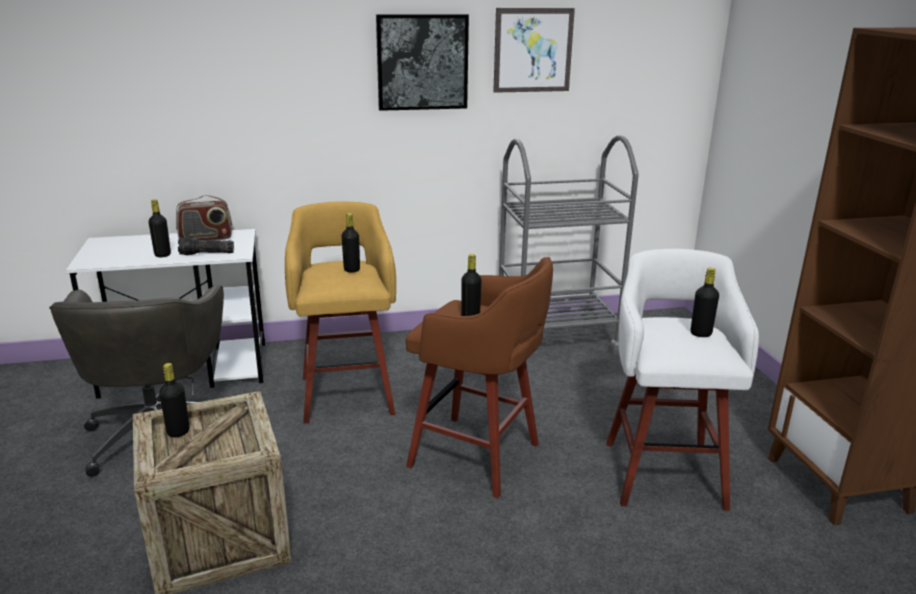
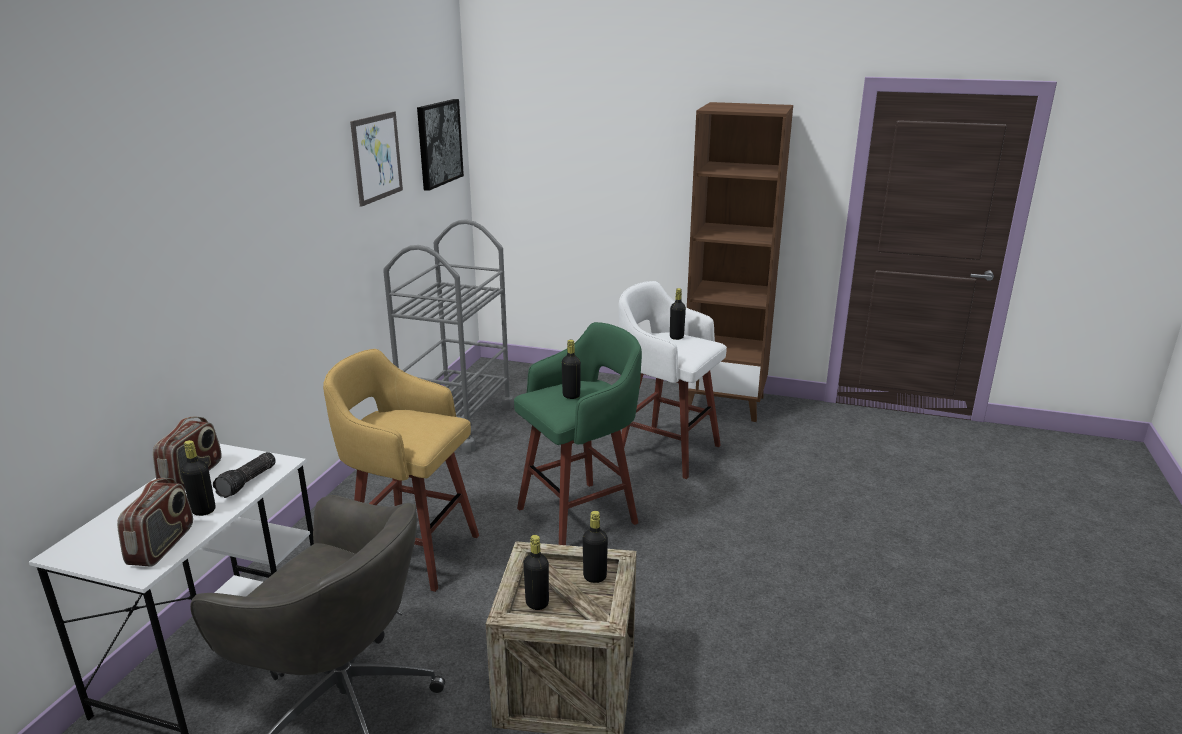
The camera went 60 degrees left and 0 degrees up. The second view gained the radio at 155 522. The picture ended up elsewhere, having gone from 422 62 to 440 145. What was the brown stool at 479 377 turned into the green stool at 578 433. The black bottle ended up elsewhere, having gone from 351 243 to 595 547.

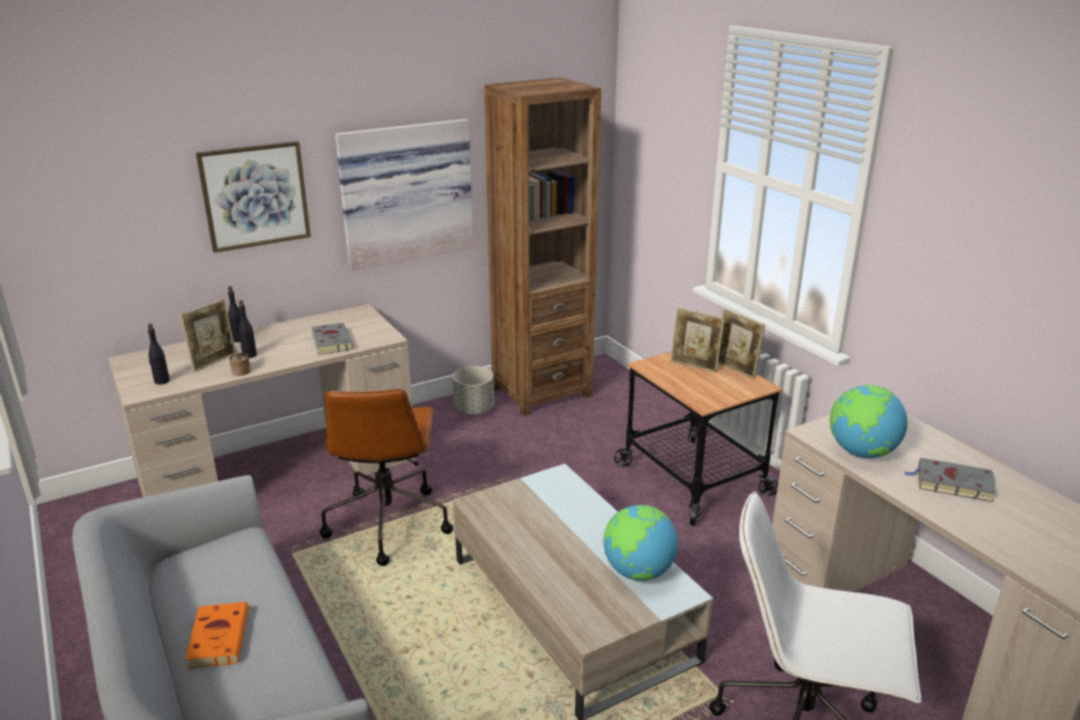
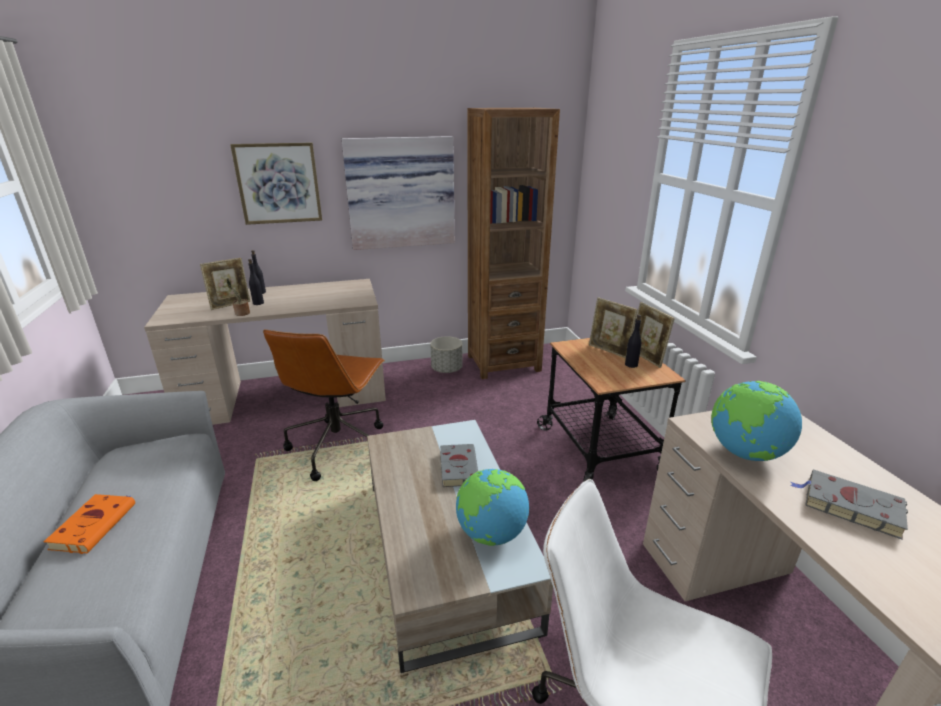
The camera went 15 degrees right and 0 degrees up. The grey book ended up elsewhere, having gone from 332 339 to 459 465. The black bottle ended up elsewhere, having gone from 159 354 to 633 341.

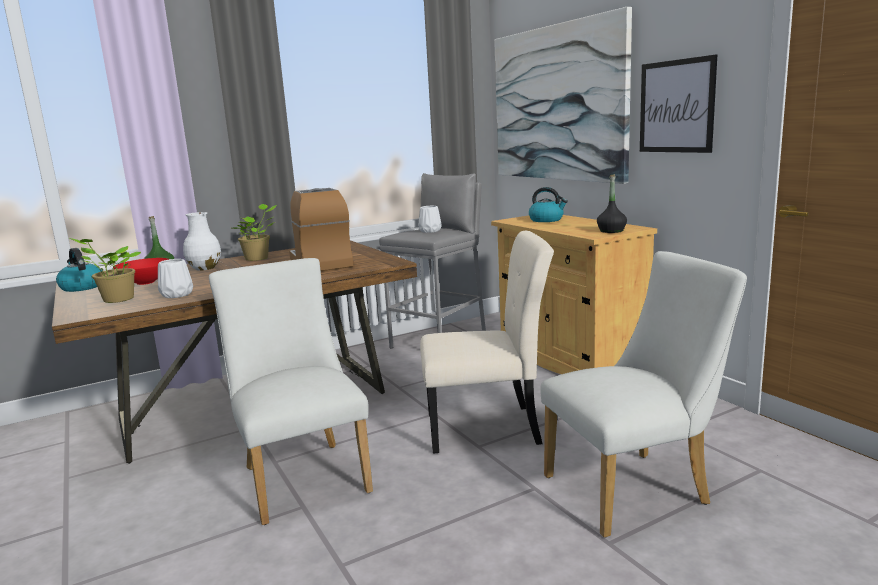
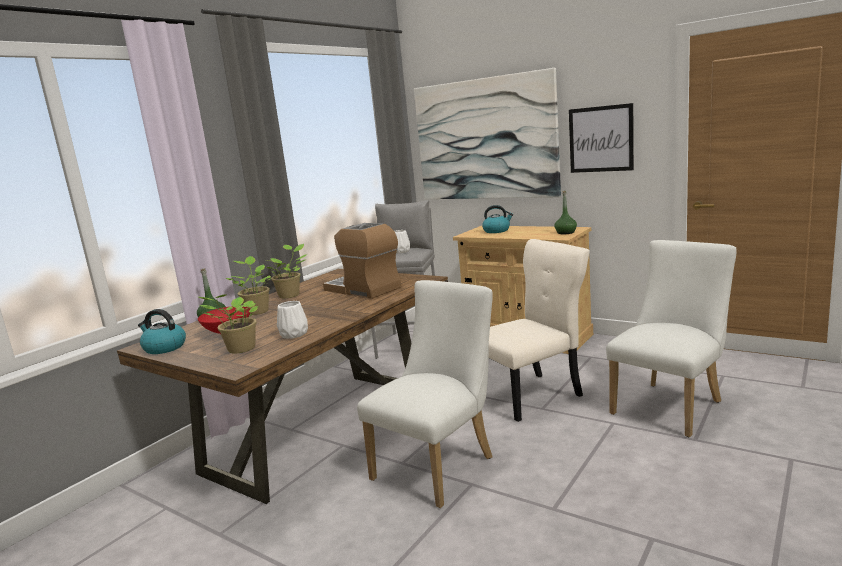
The camera went 25 degrees left and 0 degrees up. Where the white vase stood at 202 241, the potted plant came to stand at 249 285. The white chair at 291 391 ended up facing another way, 90 degrees clockwise from before. What was the black bottle at 612 203 turned into the green bottle at 565 212.

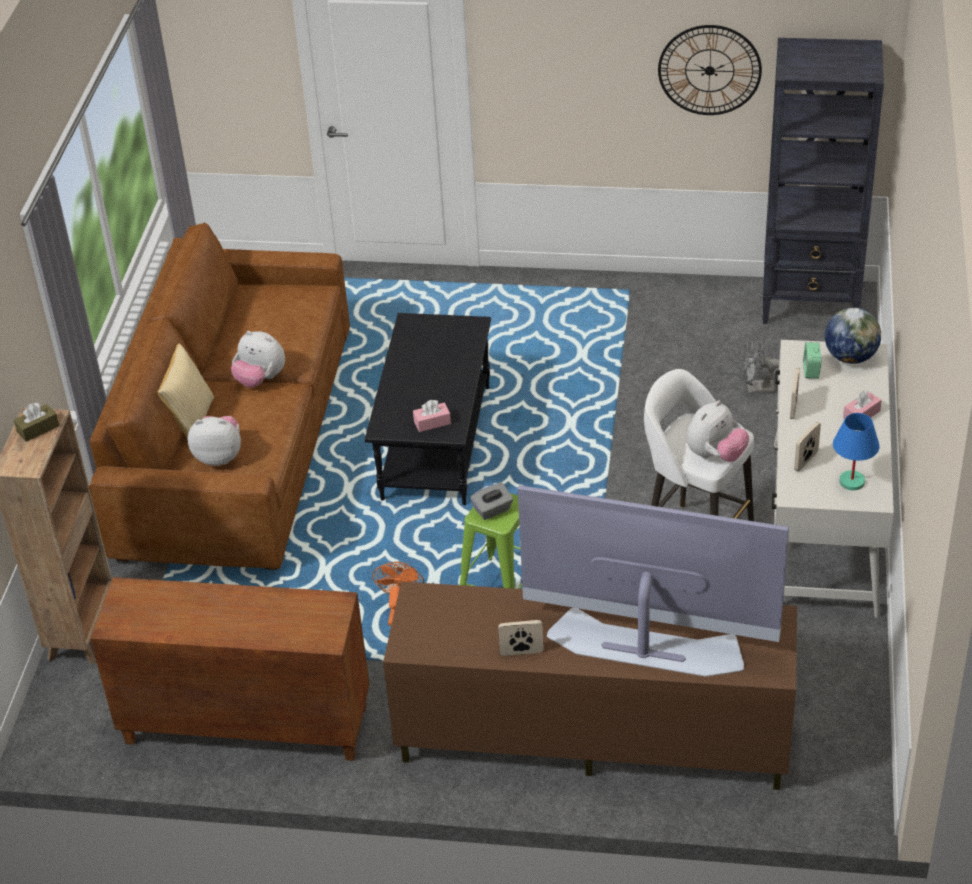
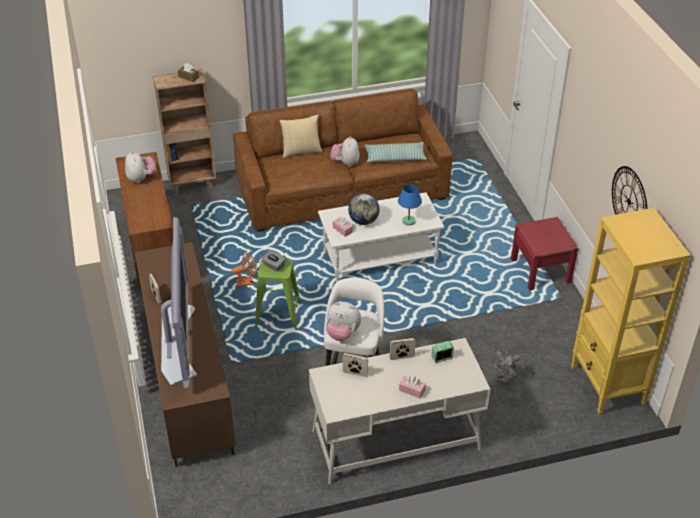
The camera went 65 degrees right and 0 degrees up. The plush toy ended up elsewhere, having gone from 214 441 to 141 166. What was the black coffee table at 428 409 turned into the white coffee table at 381 237. The globe ended up elsewhere, having gone from 853 336 to 364 209. The second view gained the pillow at 395 152. The blue table lamp ended up elsewhere, having gone from 856 451 to 410 205. The grey fan at 759 366 ended up facing another way, 105 degrees counterclockwise from before. The second view gained the red nightstand at 544 254. What was the black bookcase at 823 181 turned into the yellow bookcase at 631 311.

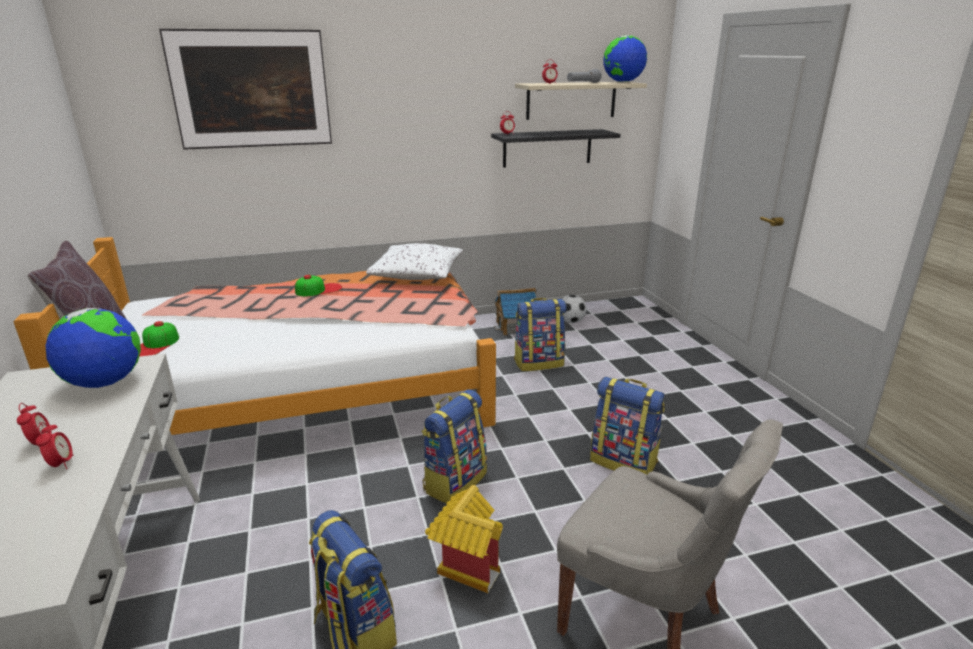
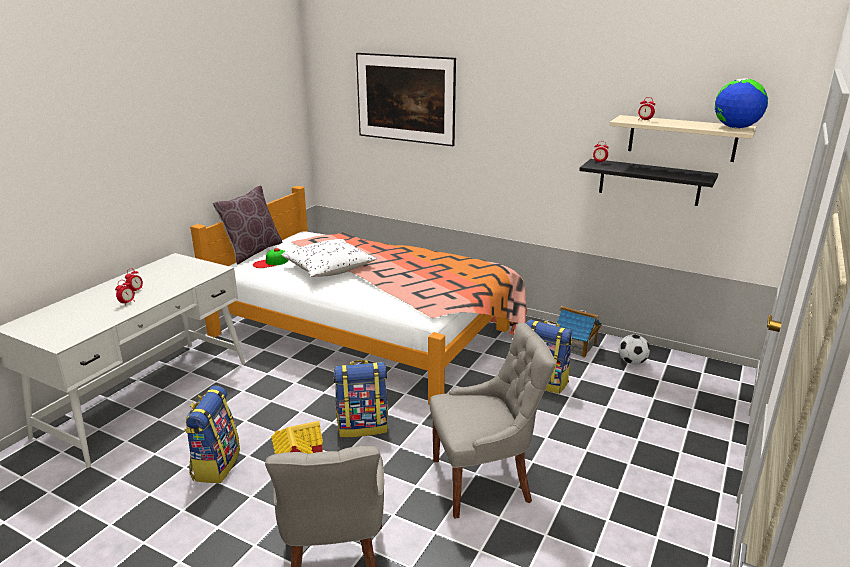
The camera went 45 degrees right and 0 degrees up. The white pillow ended up elsewhere, having gone from 414 261 to 329 258. Where the backpack stood at 627 425, the grey chair came to stand at 493 421. The second view lost the globe at 93 348. The second view lost the cap at 318 285. The second view lost the grey flashlight at 584 76.

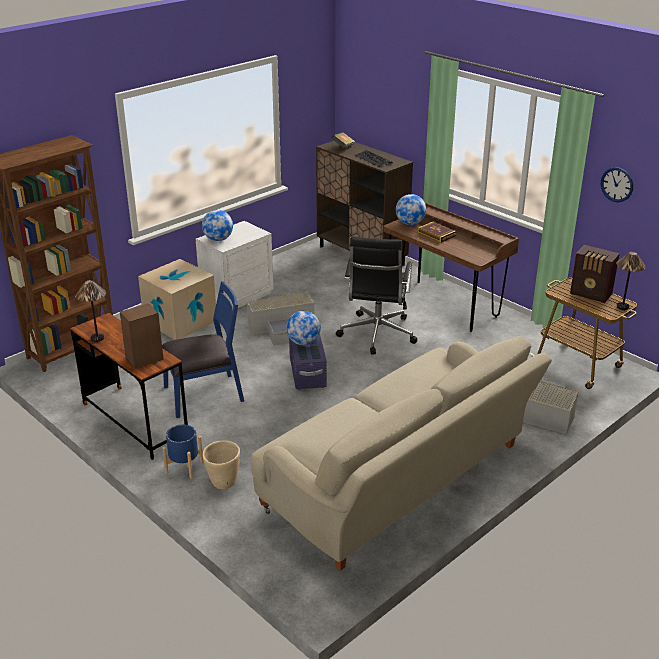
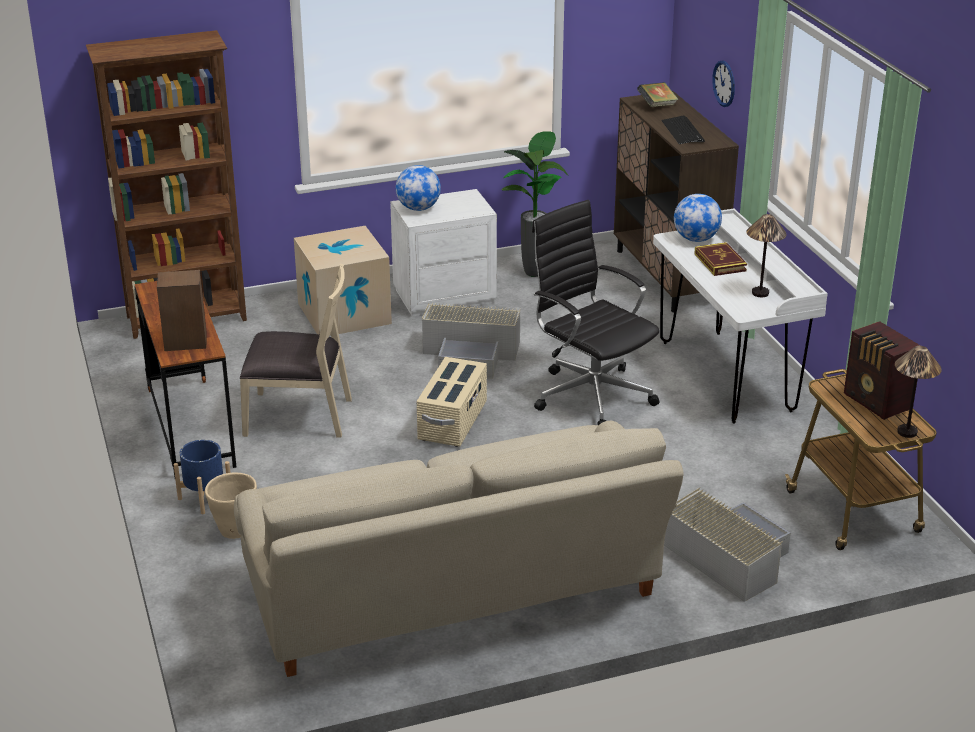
The camera went 25 degrees right and 0 degrees up. What was the blue chair at 203 349 turned into the beige chair at 296 350. What was the purple storage box at 308 362 turned into the beige storage box at 452 402. The second view gained the potted plant at 534 204. The black office chair at 376 295 ended up facing another way, 105 degrees clockwise from before. What was the brown desk at 451 267 turned into the white desk at 740 316. The wall clock ended up elsewhere, having gone from 617 184 to 723 83. The table lamp ended up elsewhere, having gone from 90 311 to 766 255. The second view lost the globe at 303 328.

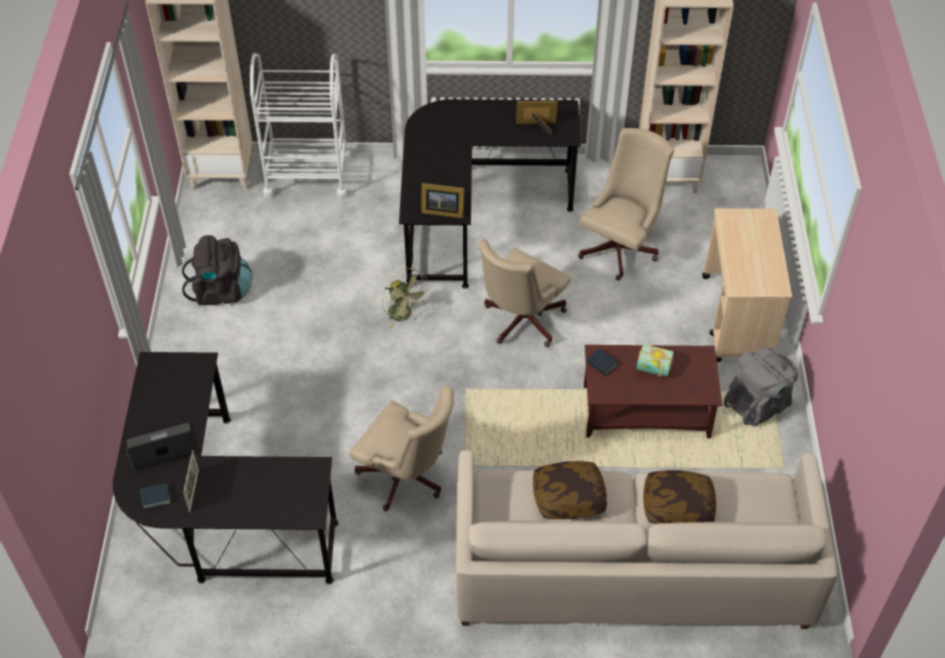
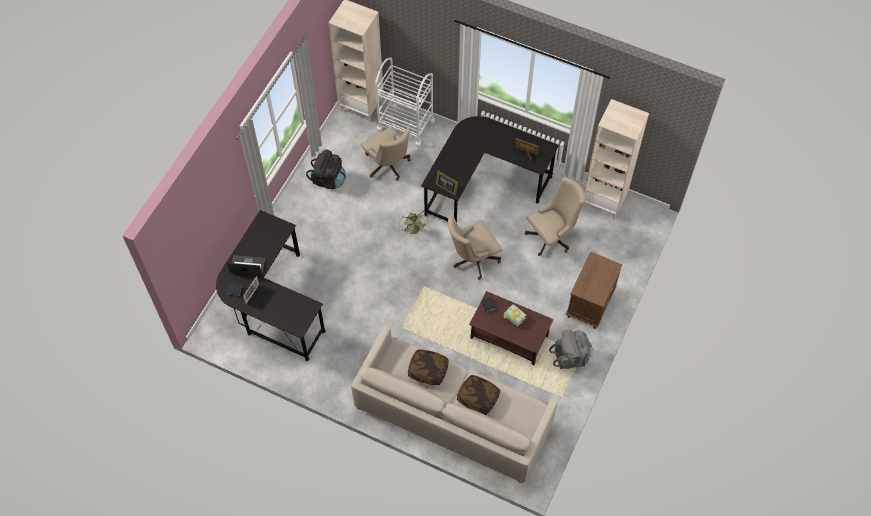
The camera went 25 degrees right and 10 degrees up. The beige office chair ended up elsewhere, having gone from 401 448 to 386 153. Where the beige cart stood at 747 285, the brown nightstand came to stand at 594 290.

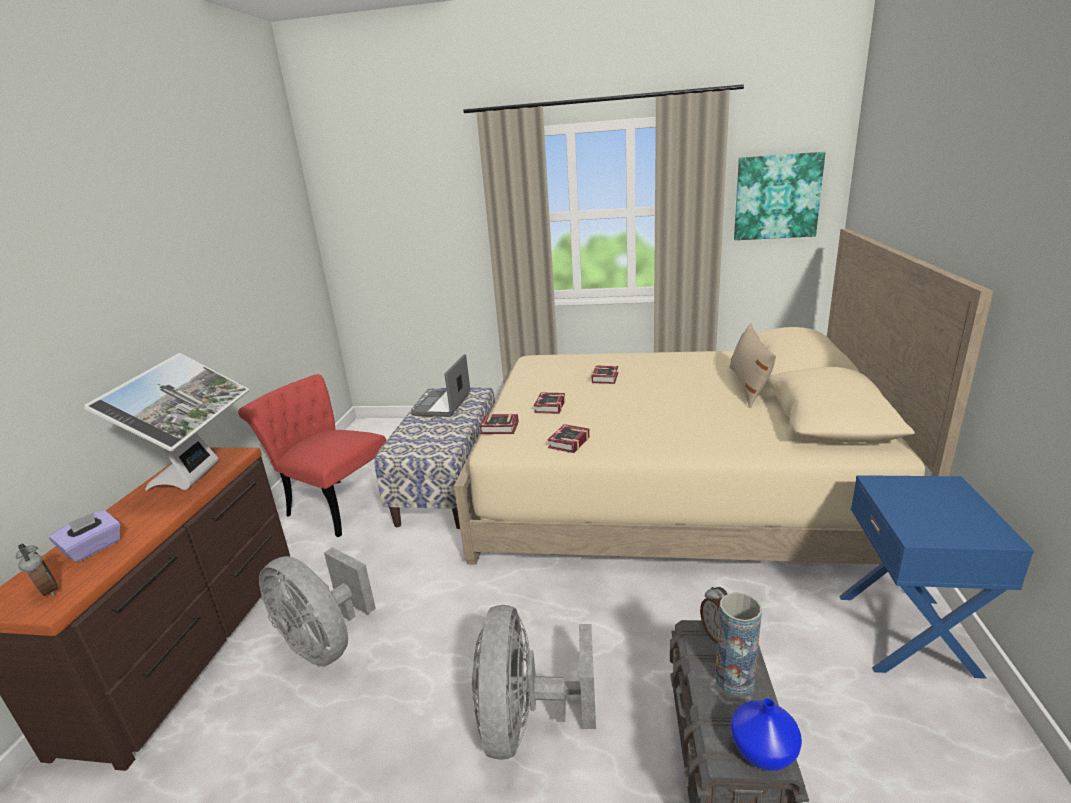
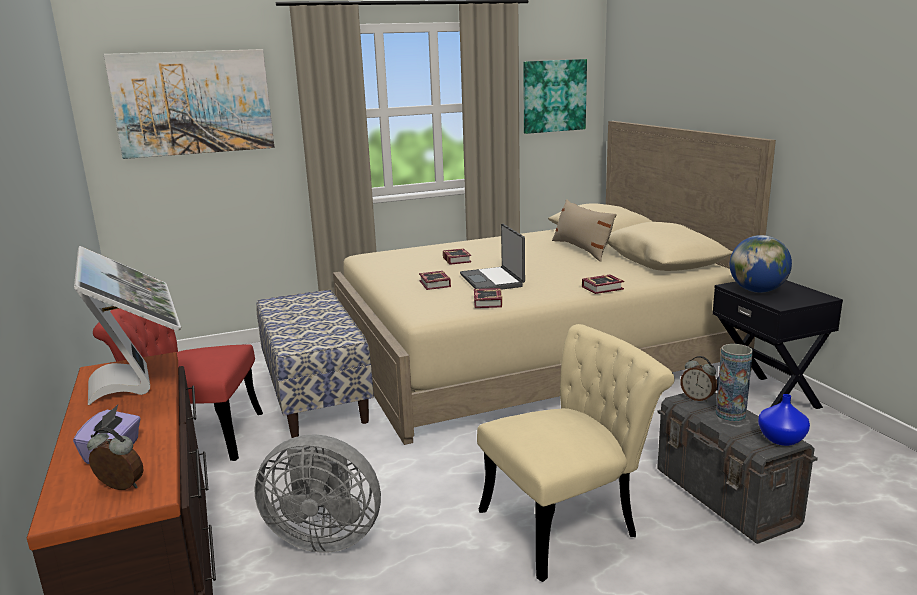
The camera went 30 degrees left and 5 degrees down. The second view gained the picture at 189 104. The laptop ended up elsewhere, having gone from 441 385 to 492 257. Where the grey fan stood at 534 682, the beige chair came to stand at 576 453. The book ended up elsewhere, having gone from 499 424 to 603 284. What was the blue nightstand at 936 577 turned into the black nightstand at 777 344. The second view gained the globe at 761 264.

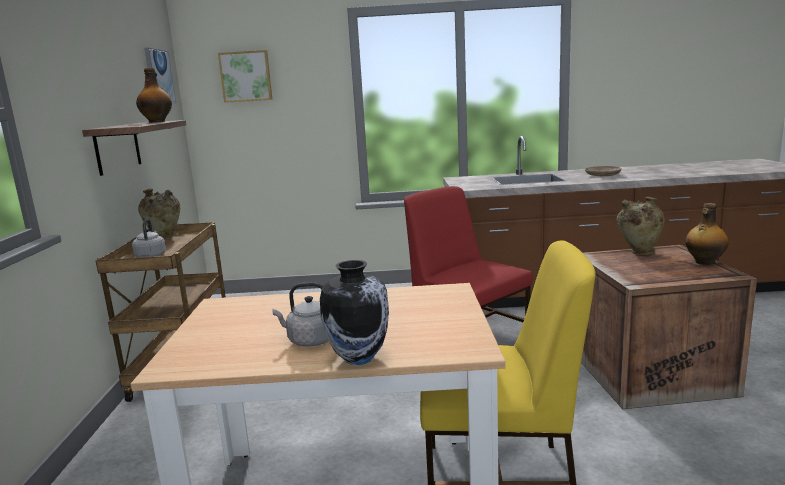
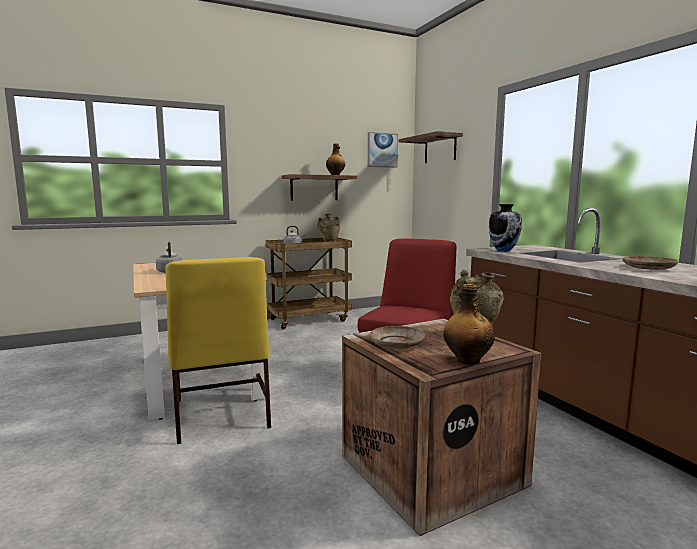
The camera went 65 degrees right and 5 degrees down. The second view gained the beige plate at 397 337. Where the picture hung at 245 76, the shelf came to hang at 431 147. The vase ended up elsewhere, having gone from 354 312 to 505 227.

